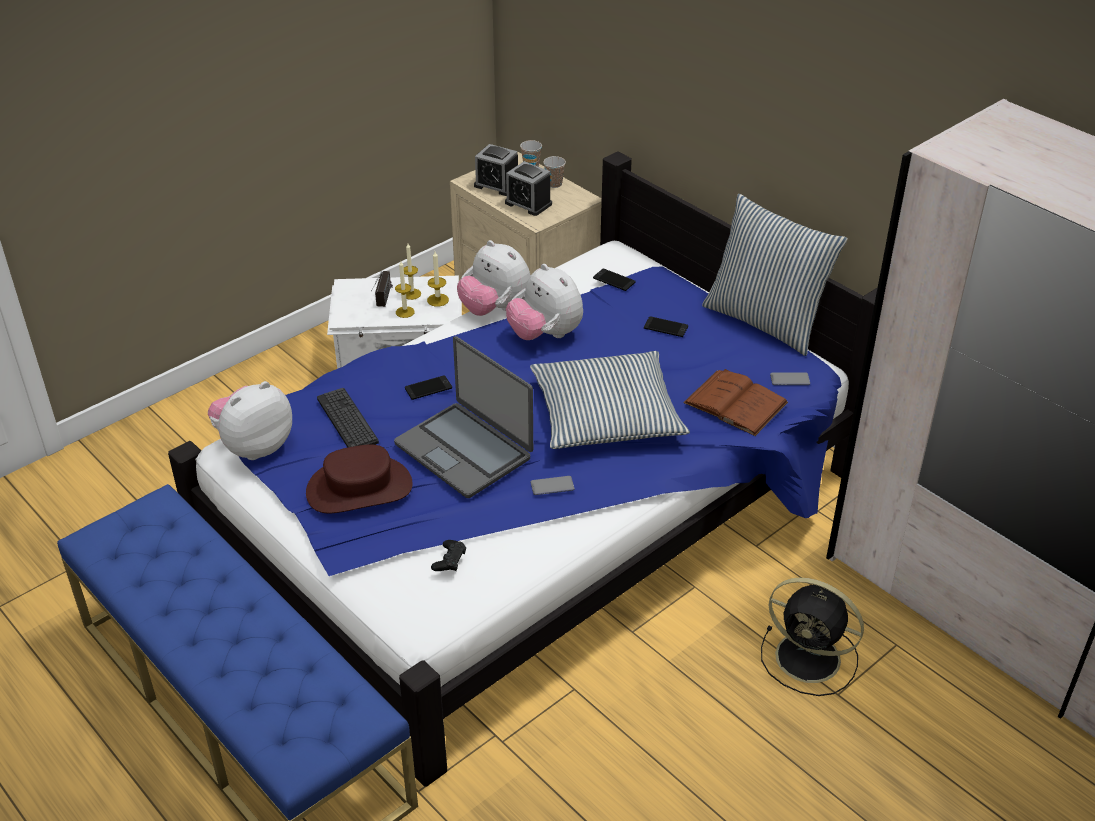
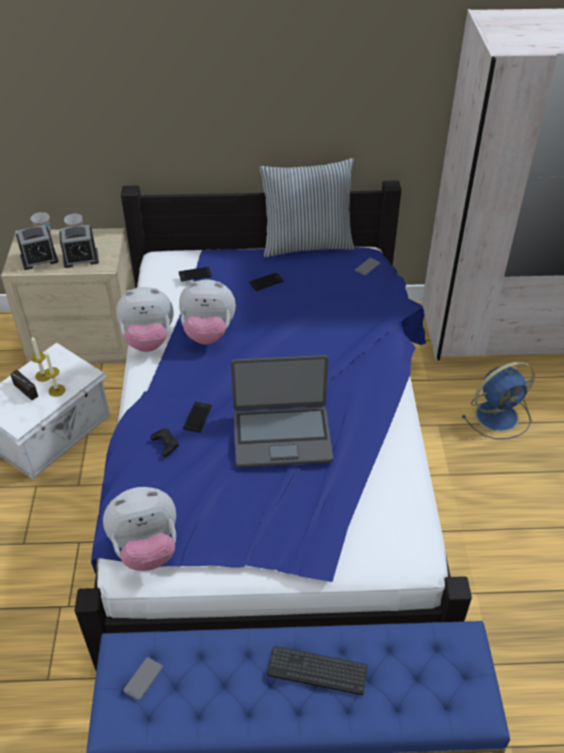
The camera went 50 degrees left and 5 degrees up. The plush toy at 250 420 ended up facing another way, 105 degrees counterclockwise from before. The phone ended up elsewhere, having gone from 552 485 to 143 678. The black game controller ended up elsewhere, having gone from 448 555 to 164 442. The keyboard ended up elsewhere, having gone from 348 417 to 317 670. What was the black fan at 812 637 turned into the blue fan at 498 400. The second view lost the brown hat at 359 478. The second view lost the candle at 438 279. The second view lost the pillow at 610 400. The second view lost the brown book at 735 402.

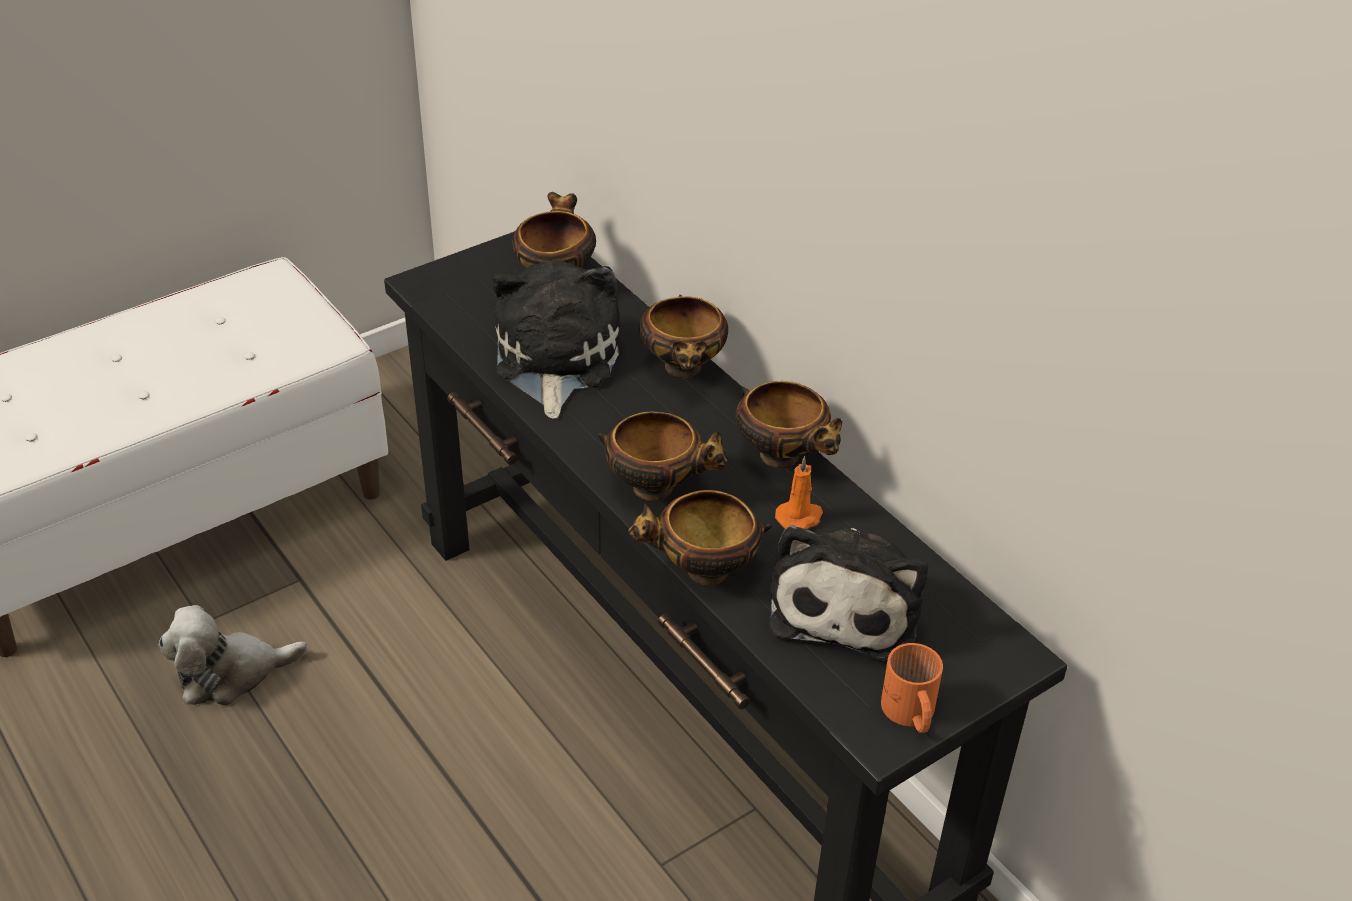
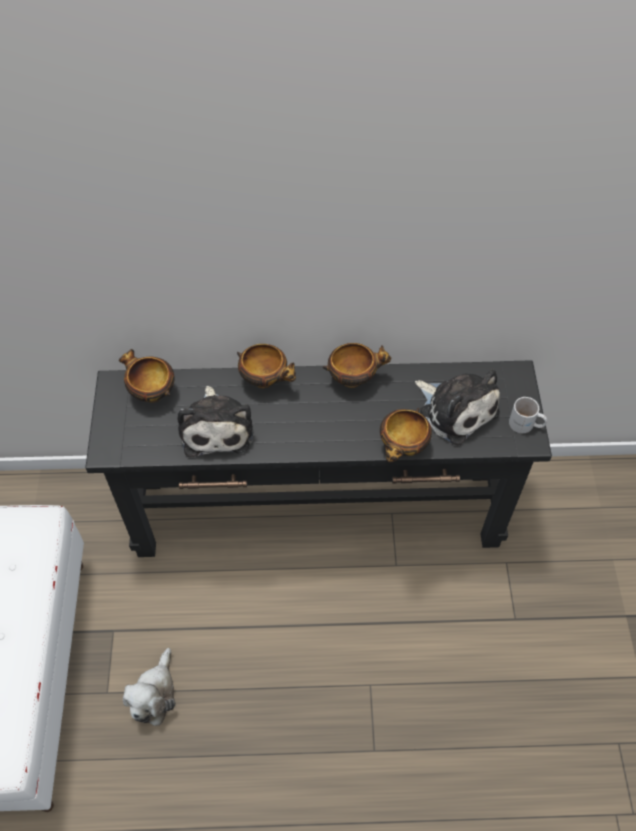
The camera went 55 degrees left and 15 degrees up. The plush toy at 556 339 ended up facing another way, 135 degrees counterclockwise from before. What was the orange mug at 912 688 turned into the white mug at 528 415. The second view lost the bowl at 663 456. The second view lost the orange candle at 799 492.

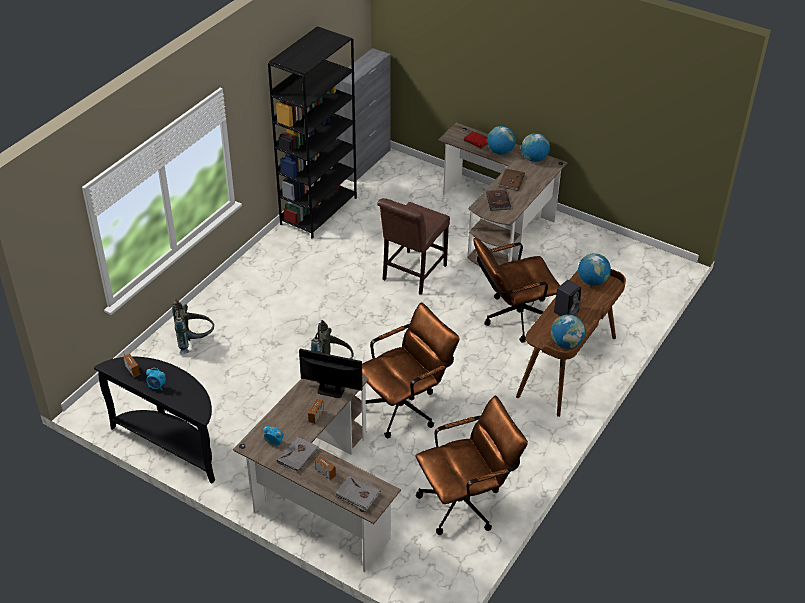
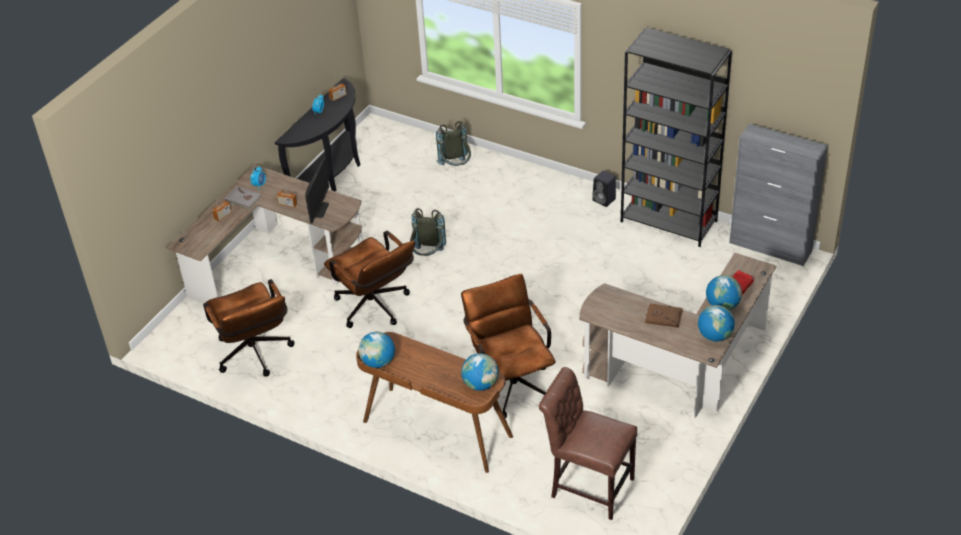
The camera went 90 degrees right and 0 degrees up. The brown chair ended up elsewhere, having gone from 413 246 to 588 443. The black speaker ended up elsewhere, having gone from 567 298 to 604 189. The second view lost the grey book at 357 494. The second view lost the brown book at 498 199.

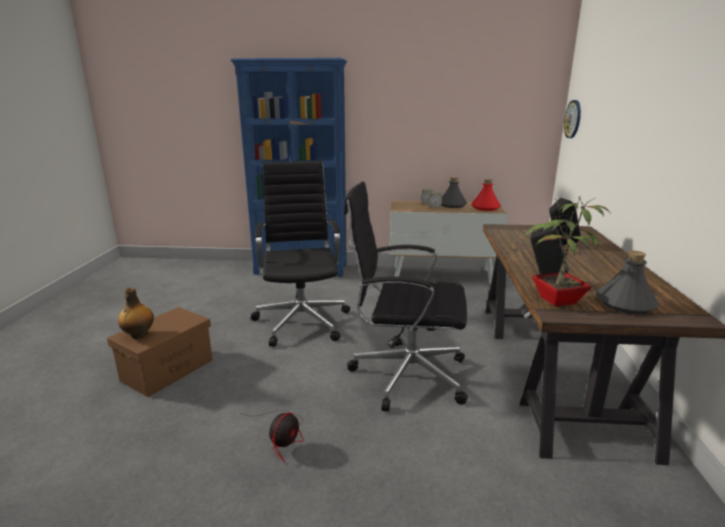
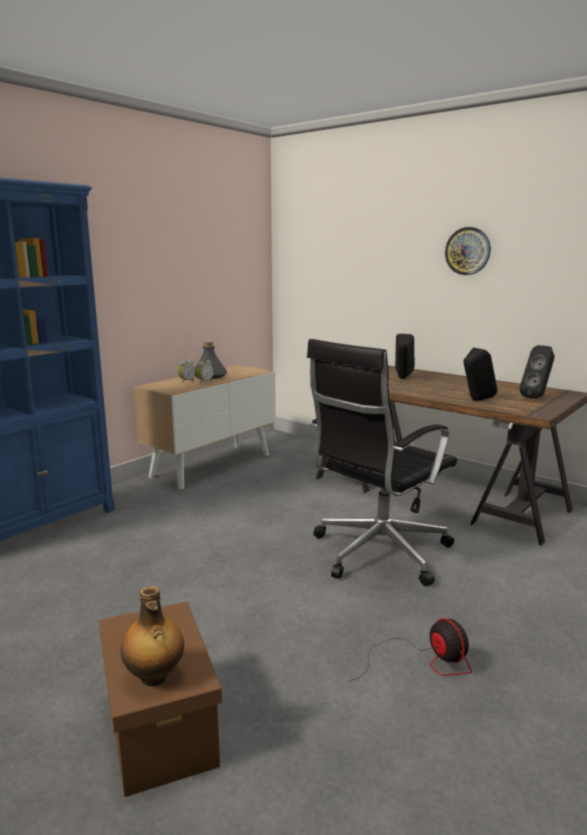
The camera went 55 degrees left and 5 degrees down. The wall clock ended up elsewhere, having gone from 572 119 to 468 251. Where the grey bottle stood at 627 282, the black speaker came to stand at 537 372. The second view lost the black office chair at 300 253. The second view lost the red bottle at 486 195. The second view lost the potted plant at 567 251.

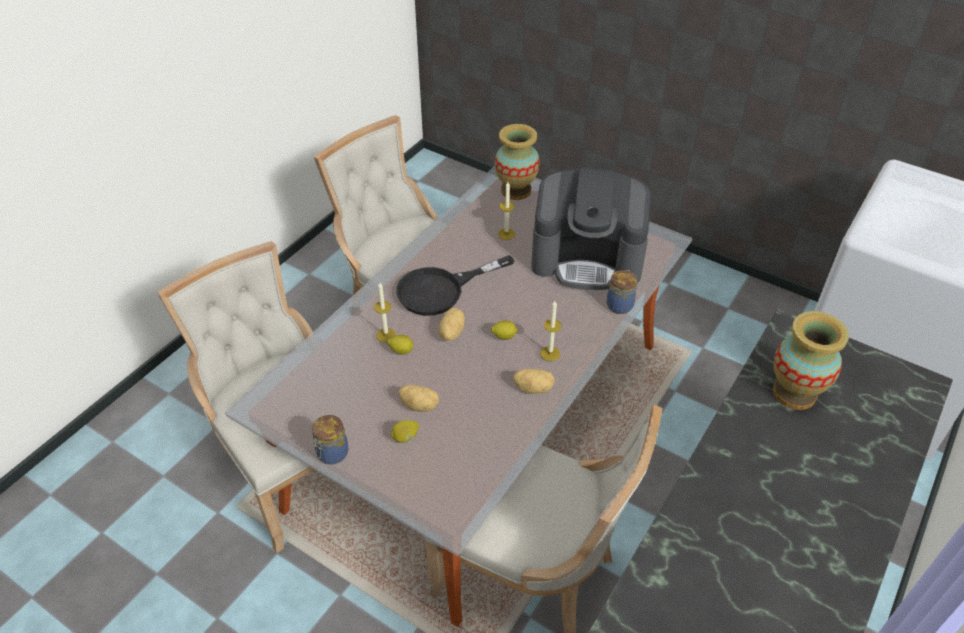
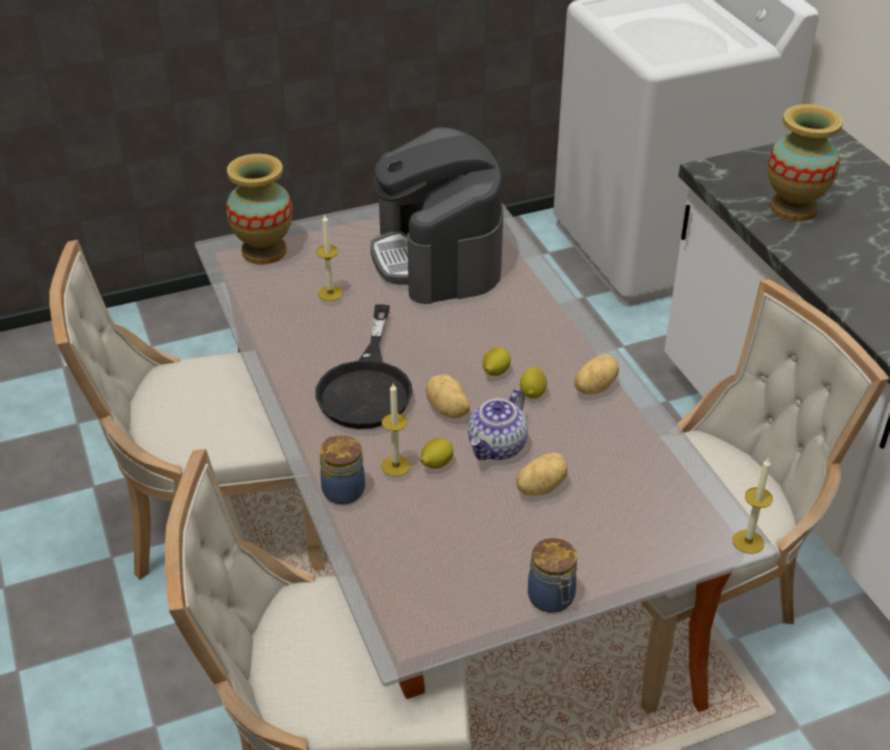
The camera went 55 degrees left and 5 degrees down. The jar ended up elsewhere, having gone from 622 292 to 342 470. The coffee machine at 591 229 ended up facing another way, 120 degrees clockwise from before. The second view gained the teapot at 498 424. The lemon ended up elsewhere, having gone from 405 431 to 533 383. The candle ended up elsewhere, having gone from 551 331 to 753 505.

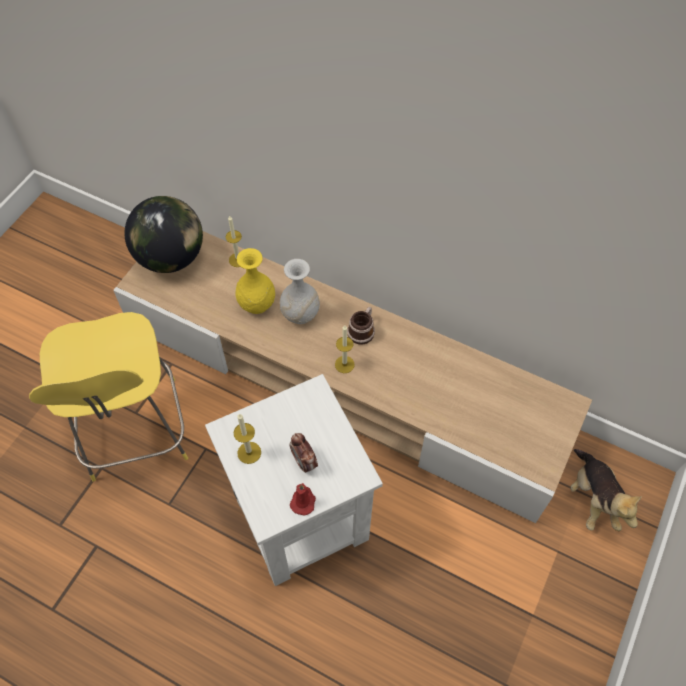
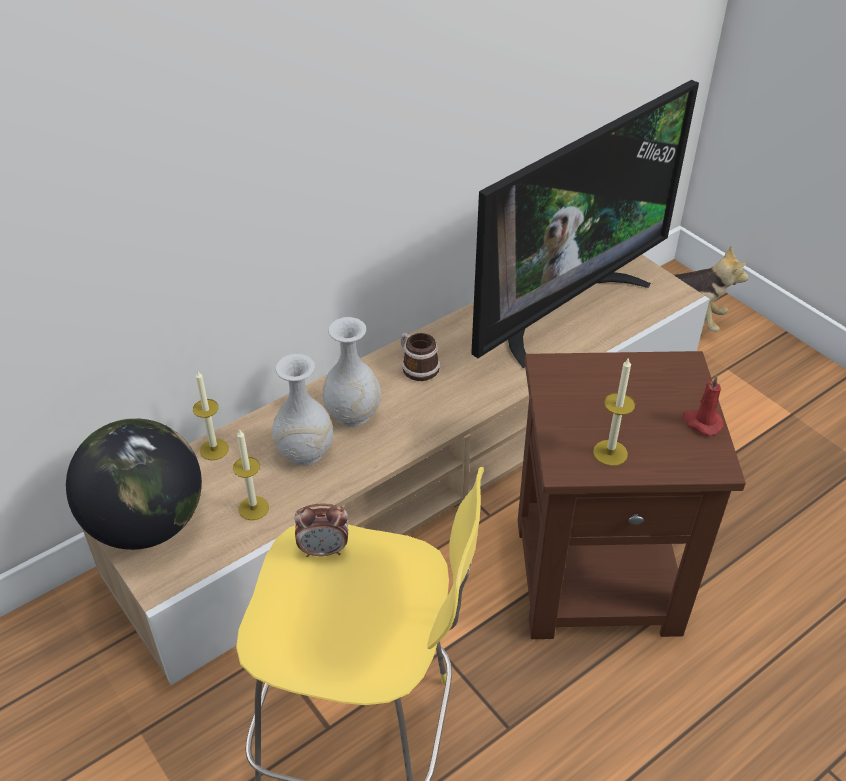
The camera went 65 degrees left and 15 degrees down. The candle ended up elsewhere, having gone from 345 349 to 251 474. What was the yellow vase at 255 281 turned into the white vase at 302 410. The alarm clock ended up elsewhere, having gone from 304 453 to 321 530. The second view gained the television at 585 224. What was the white side table at 294 480 turned into the brown side table at 632 495.

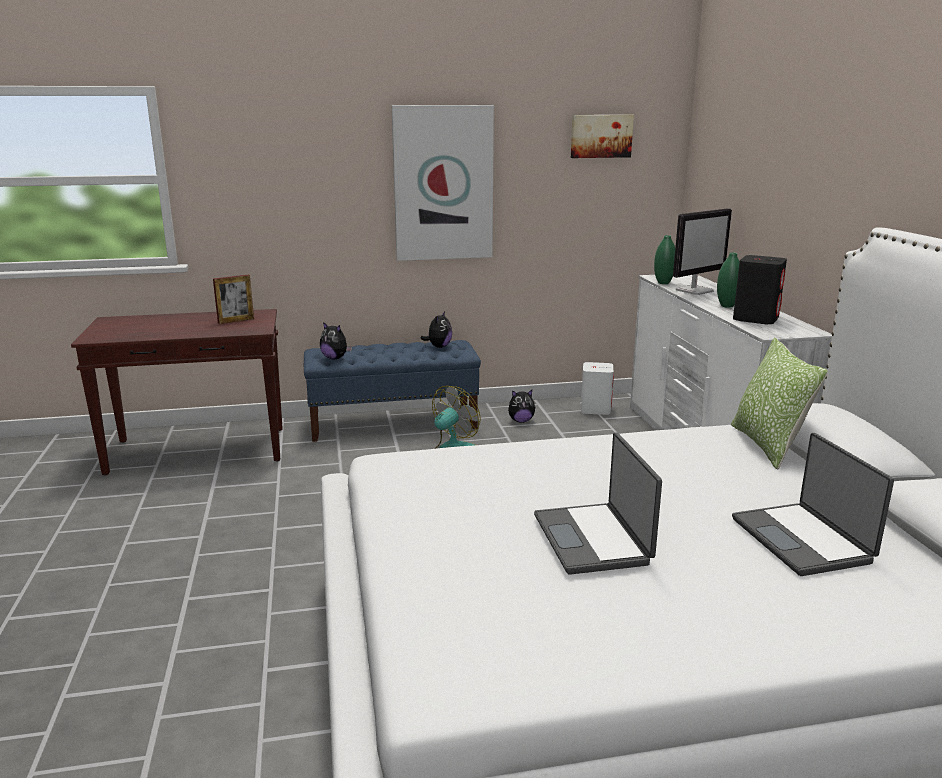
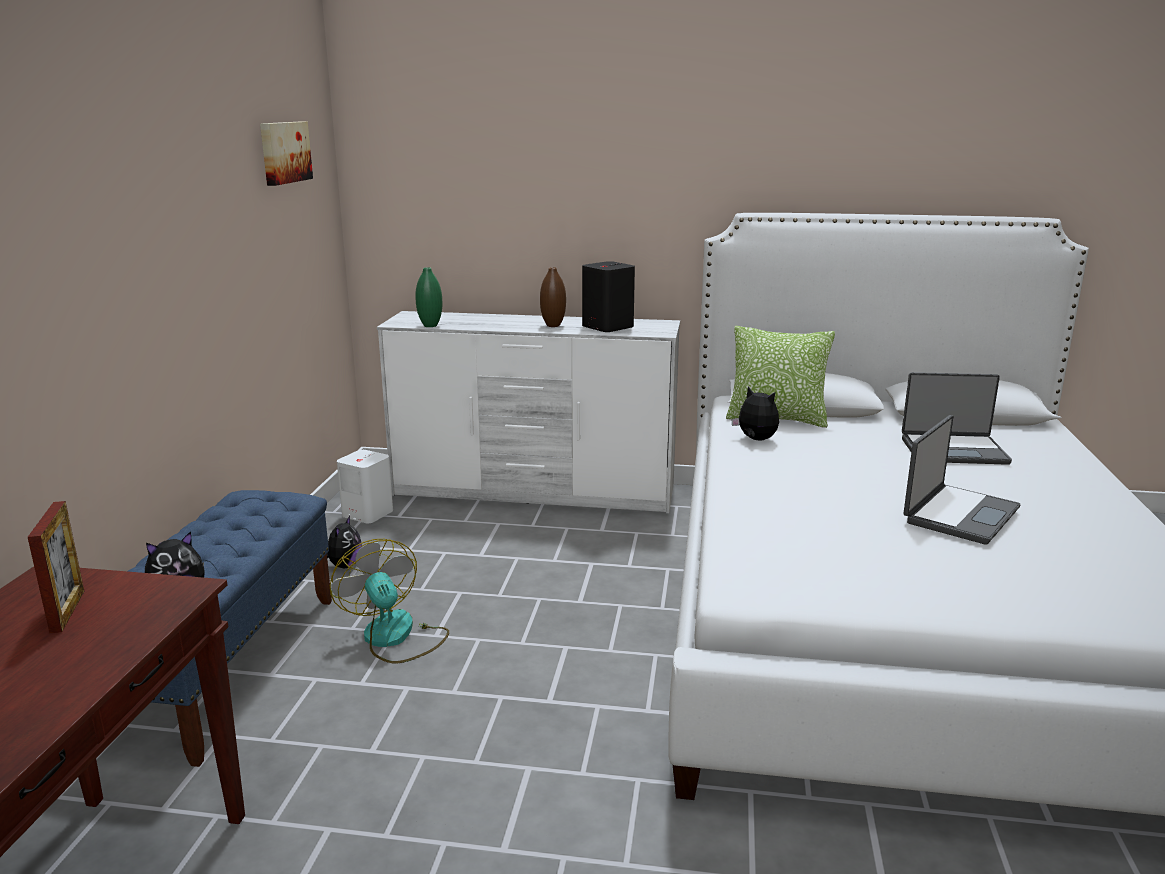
The camera went 70 degrees left and 0 degrees up. What was the green vase at 728 280 turned into the brown vase at 553 297. The plush toy ended up elsewhere, having gone from 436 329 to 755 413. The laptop at 598 503 ended up facing another way, 60 degrees counterclockwise from before. The second view lost the picture at 443 183. The second view lost the monitor at 702 251.

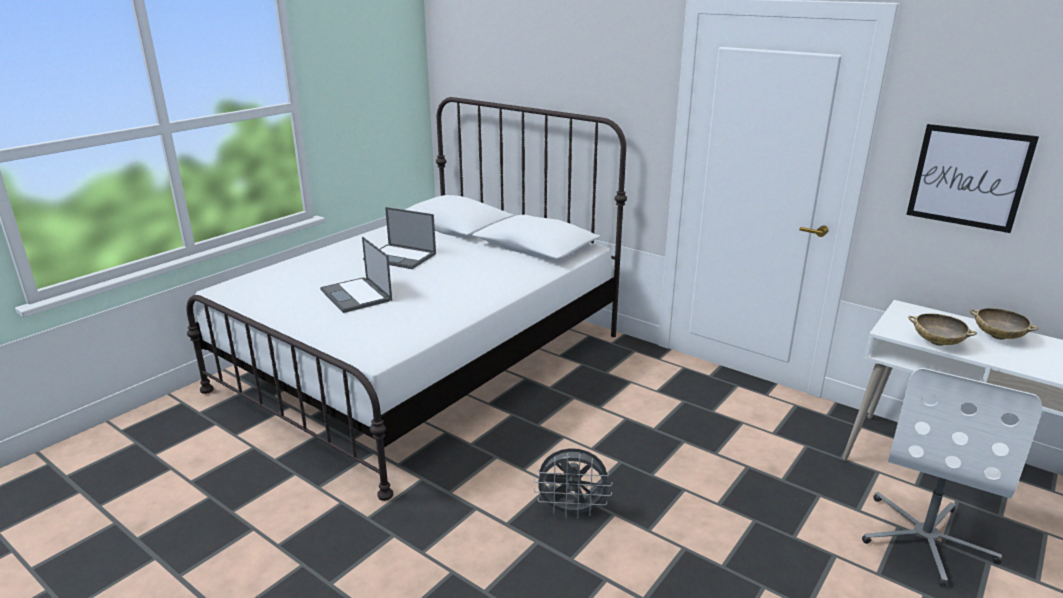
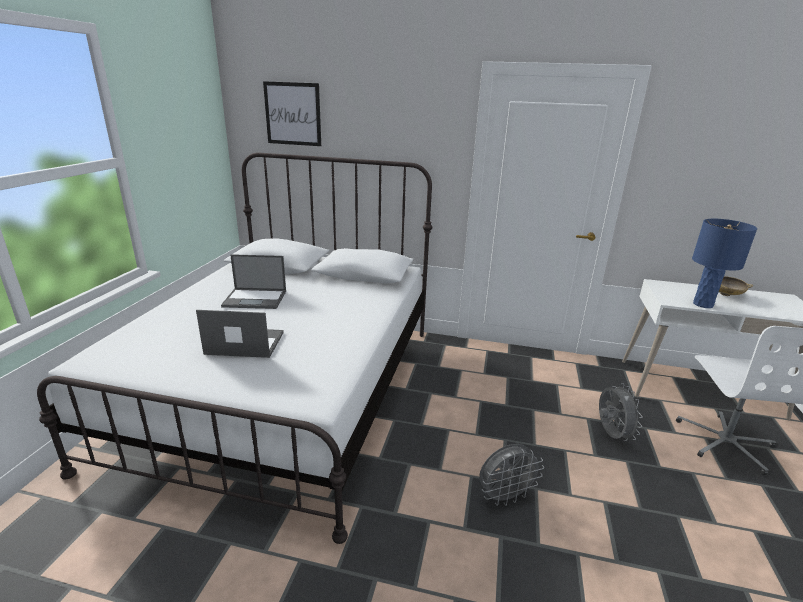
The camera went 25 degrees left and 0 degrees up. The laptop at 356 275 ended up facing another way, 150 degrees clockwise from before. The picture ended up elsewhere, having gone from 972 178 to 292 113. The second view gained the grey fan at 621 412. Where the beige bowl stood at 942 330, the blue table lamp came to stand at 724 263.

